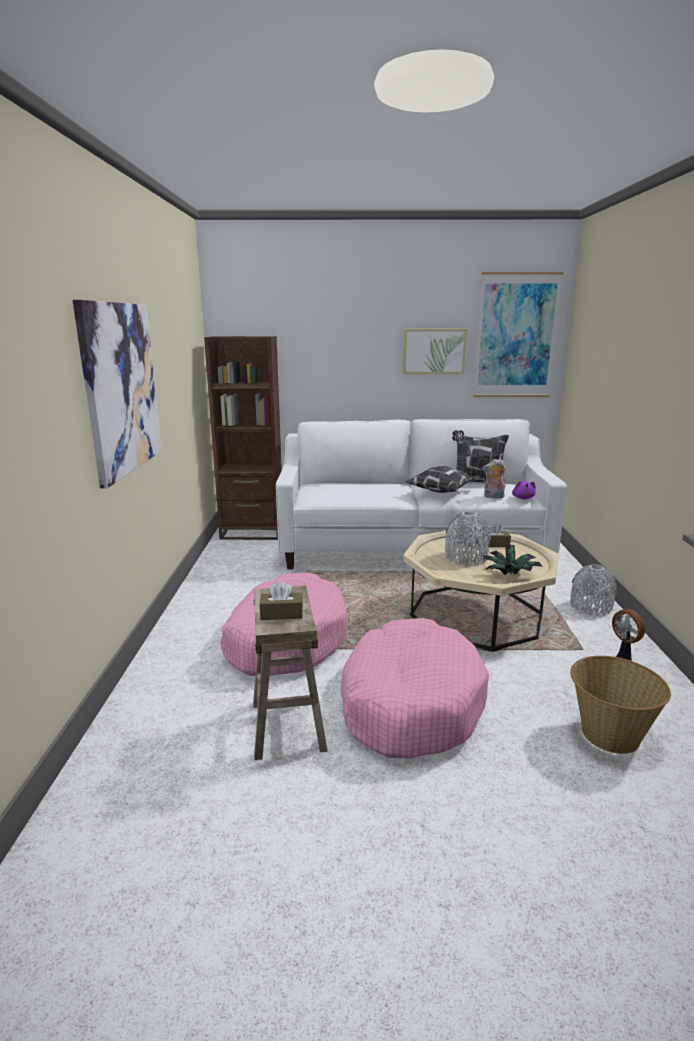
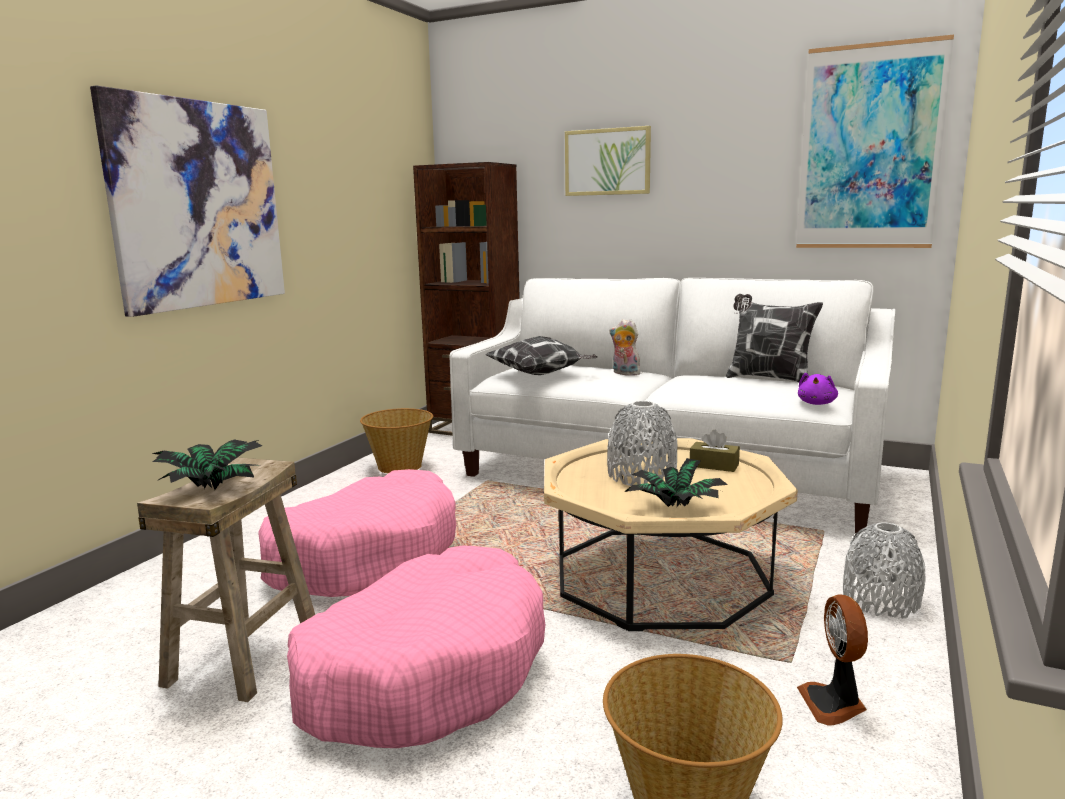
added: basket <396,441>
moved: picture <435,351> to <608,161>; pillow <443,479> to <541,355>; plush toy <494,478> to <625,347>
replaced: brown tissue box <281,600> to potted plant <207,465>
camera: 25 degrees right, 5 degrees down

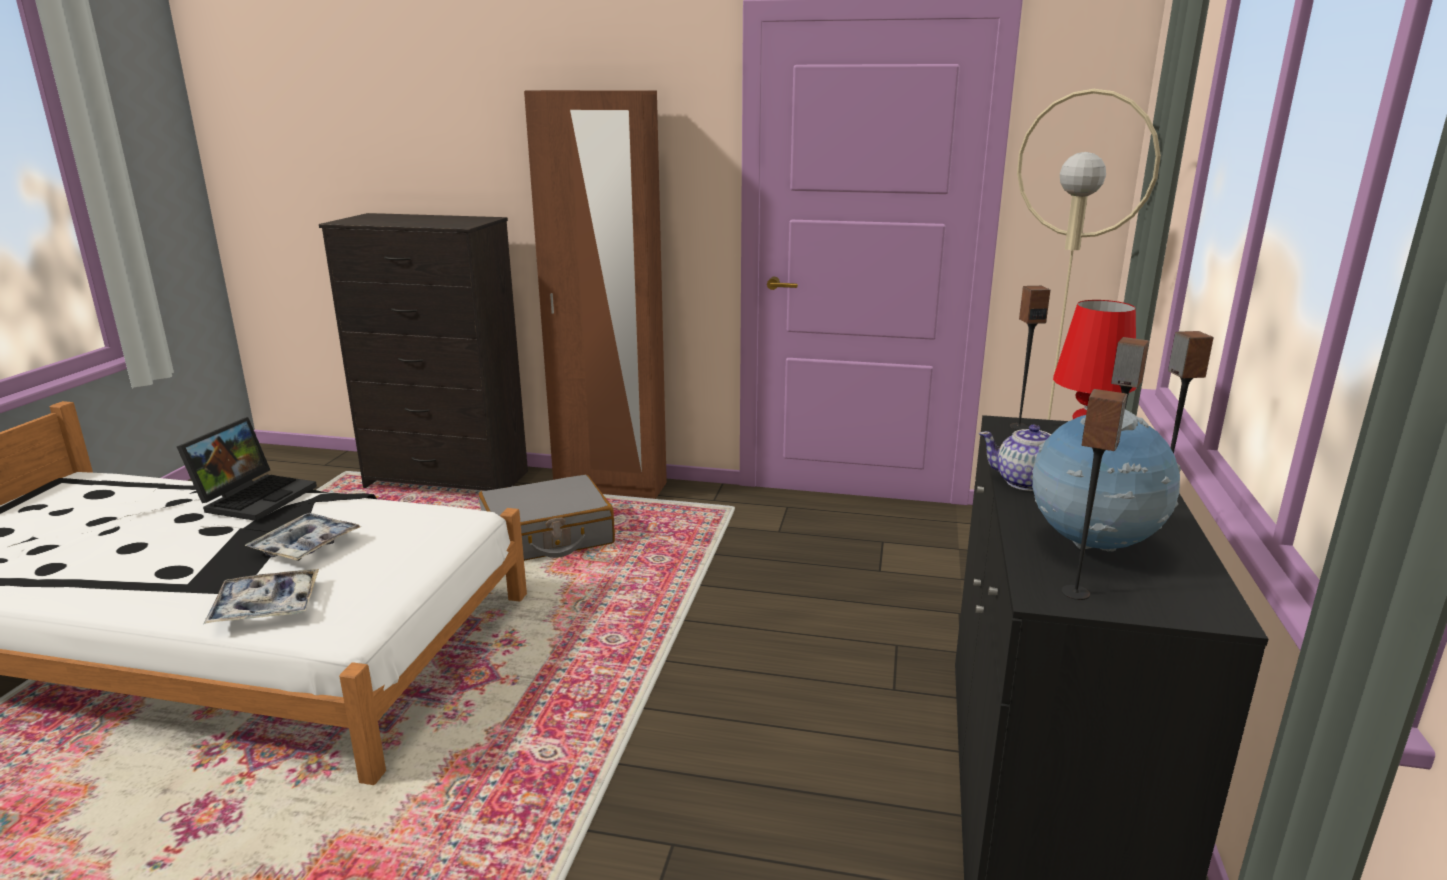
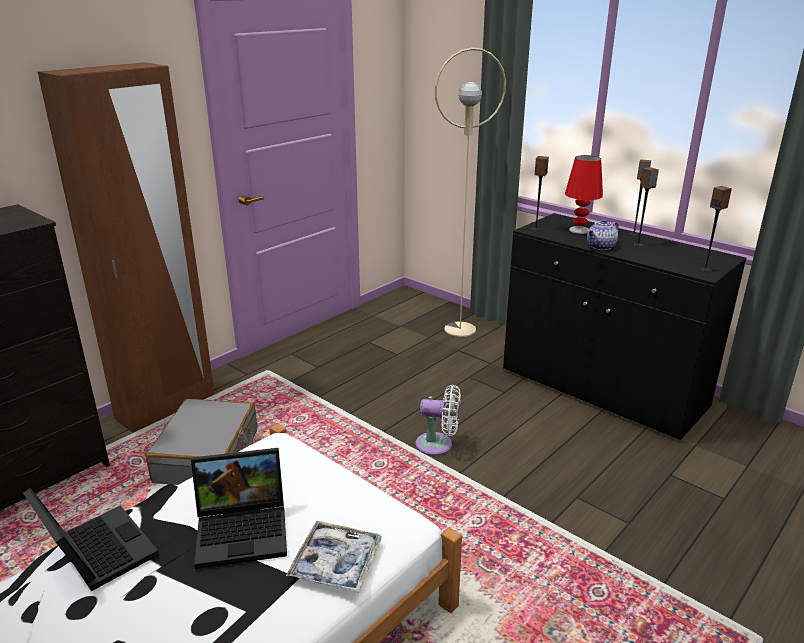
removed: globe <1106,480>
added: white fan <437,420>
replaced: tray <303,537> to laptop <239,508>
camera: 60 degrees left, 5 degrees up

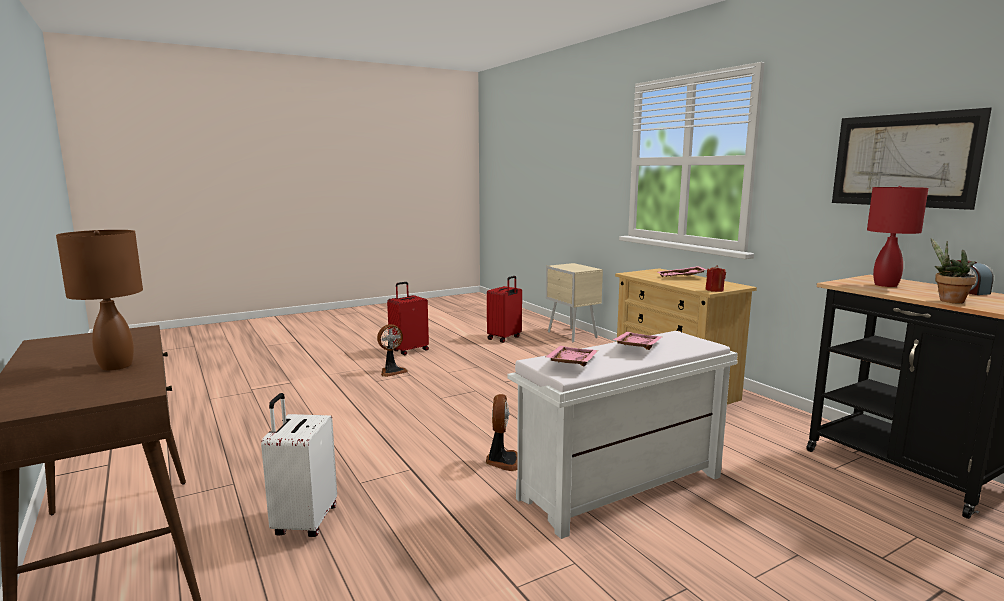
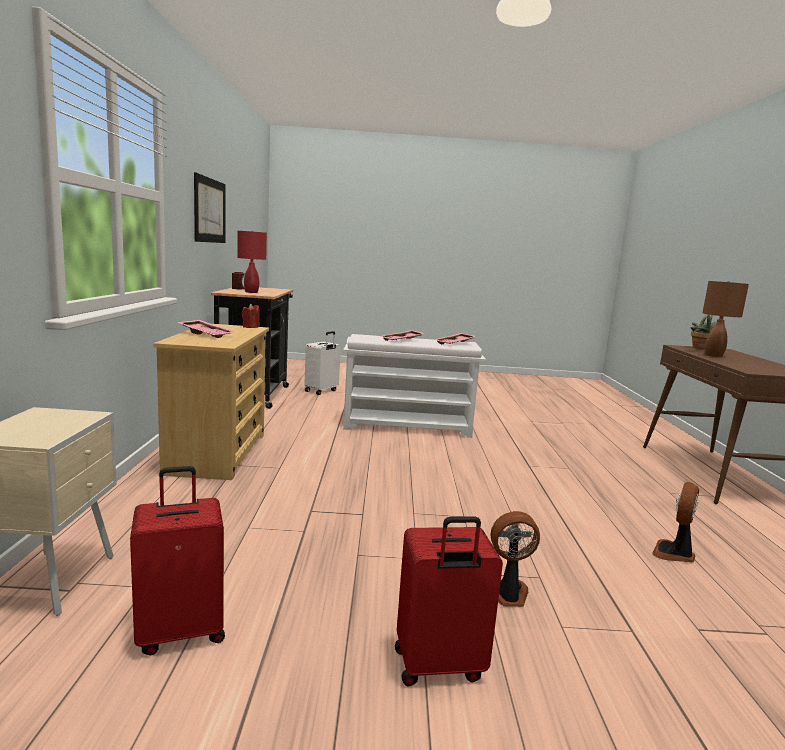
moved: white suitcase <299,465> to <322,363>; fan <502,432> to <675,522>; potted plant <953,270> to <704,332>
camera: 150 degrees left, 0 degrees up

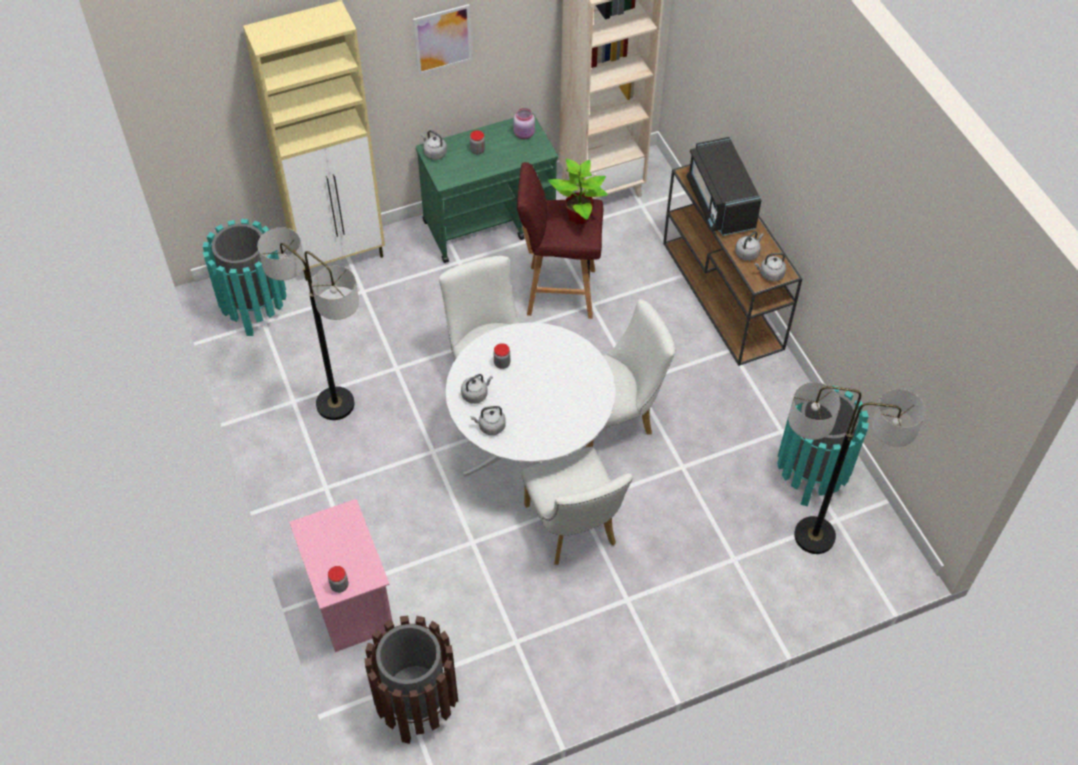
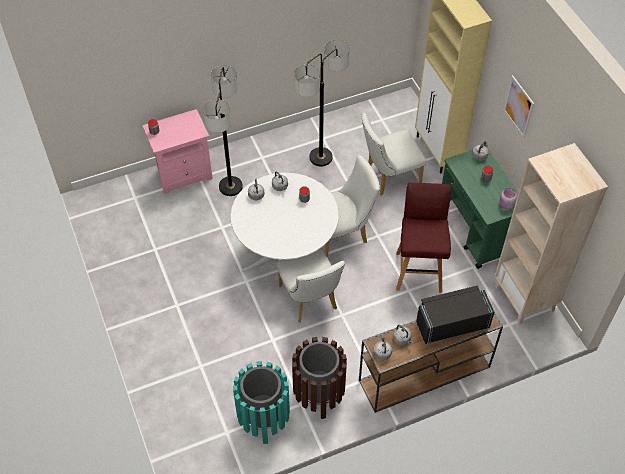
removed: turquoise trash can <244,277>; potted plant <578,192>
moved: brown trash can <411,679> to <319,378>; white chair <577,506> to <393,154>; floor lamp <857,468> to <223,130>
camera: 90 degrees right, 0 degrees up

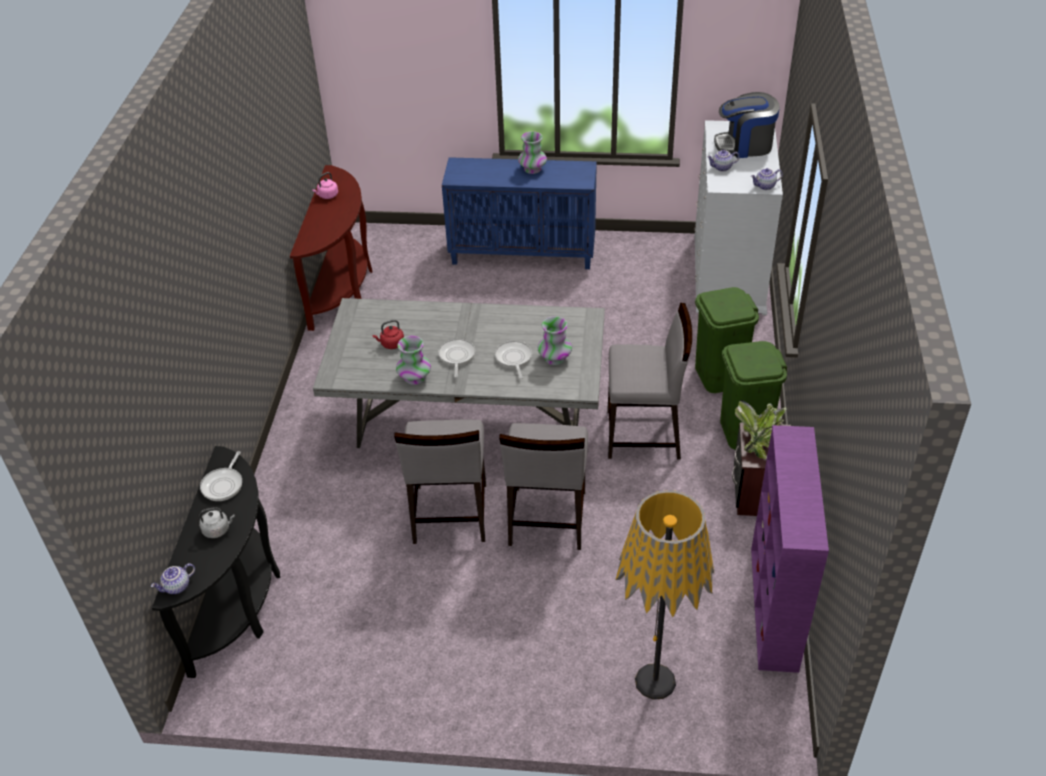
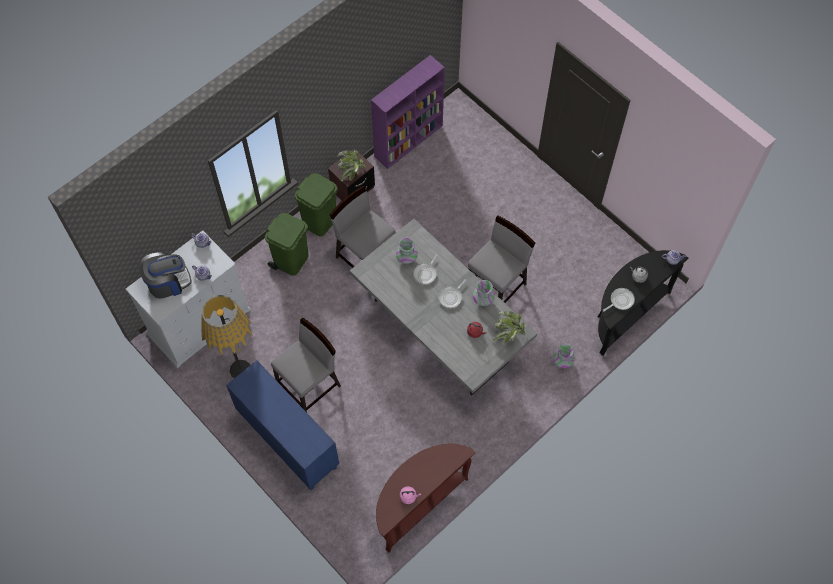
added: potted plant <509,327>
moved: grey chair <543,486> to <306,365>; vase <532,152> to <564,356>; floor lamp <665,595> to <226,336>
turned: coffee machine <747,125> = <165,275> 60 degrees counterclockwise
camera: 140 degrees left, 20 degrees up

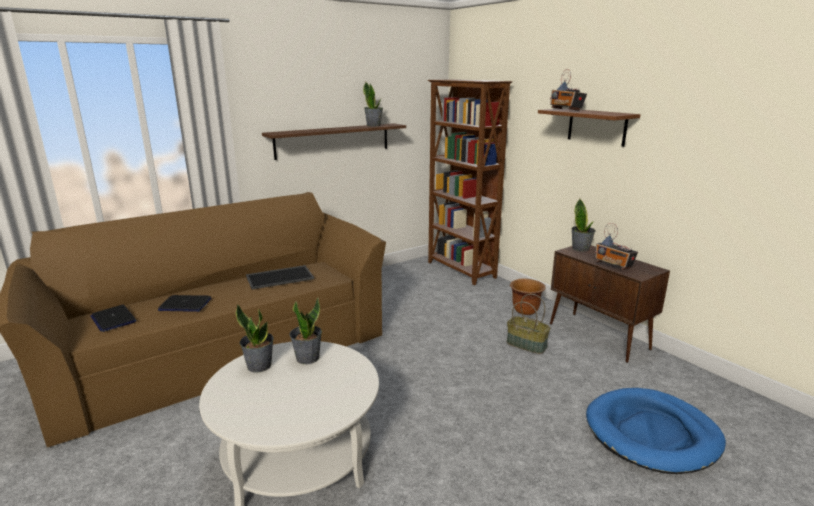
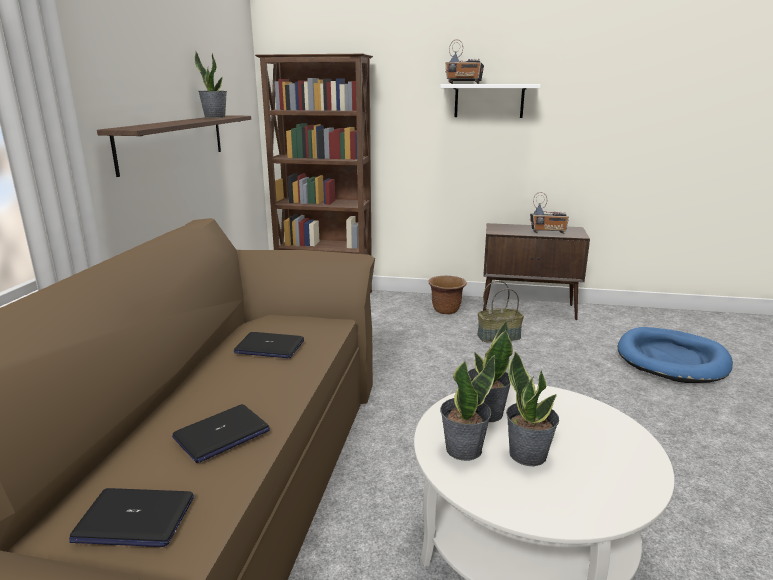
moved: potted plant <584,225> to <532,408>
replaced: tray <280,277> to laptop <269,345>
recoloured: brown shelf <589,127> to white shelf <490,101>
camera: 45 degrees left, 0 degrees up

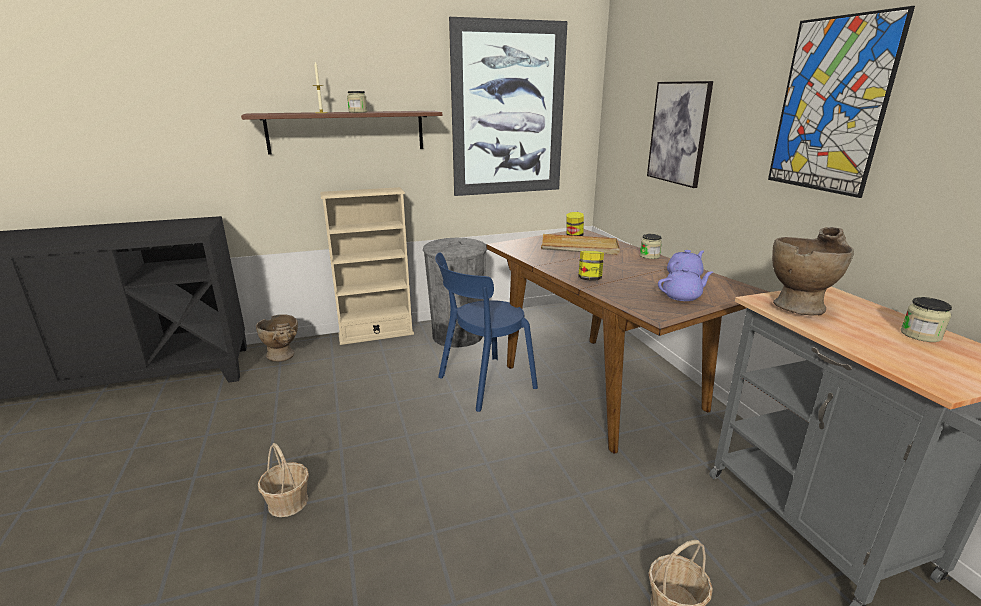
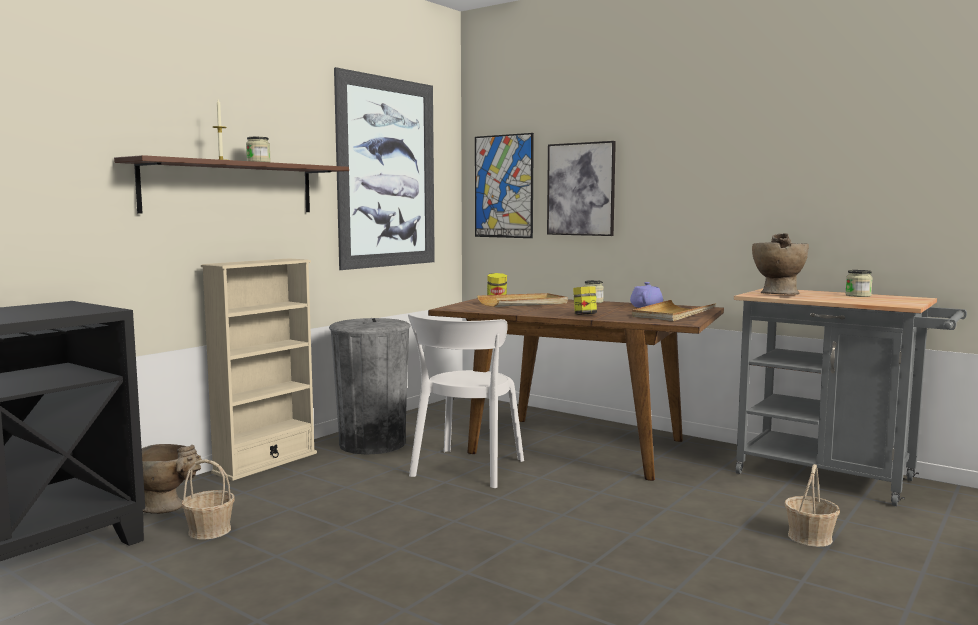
moved: basket <283,480> to <208,499>; picture <841,102> to <504,185>
replaced: purple teapot <685,284> to beige tray <674,310>
recoloured: blue chair <486,332> to white chair <466,401>
camera: 35 degrees left, 15 degrees down

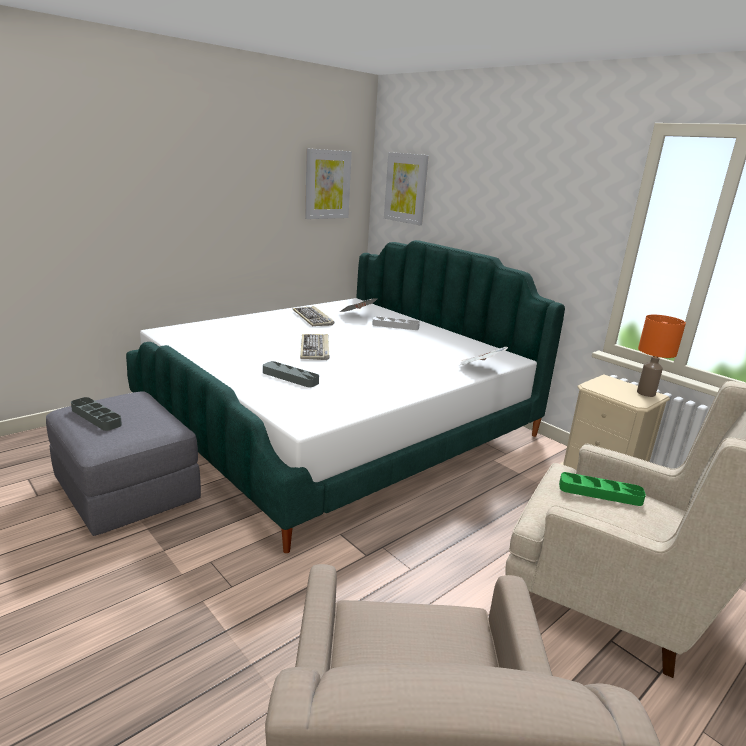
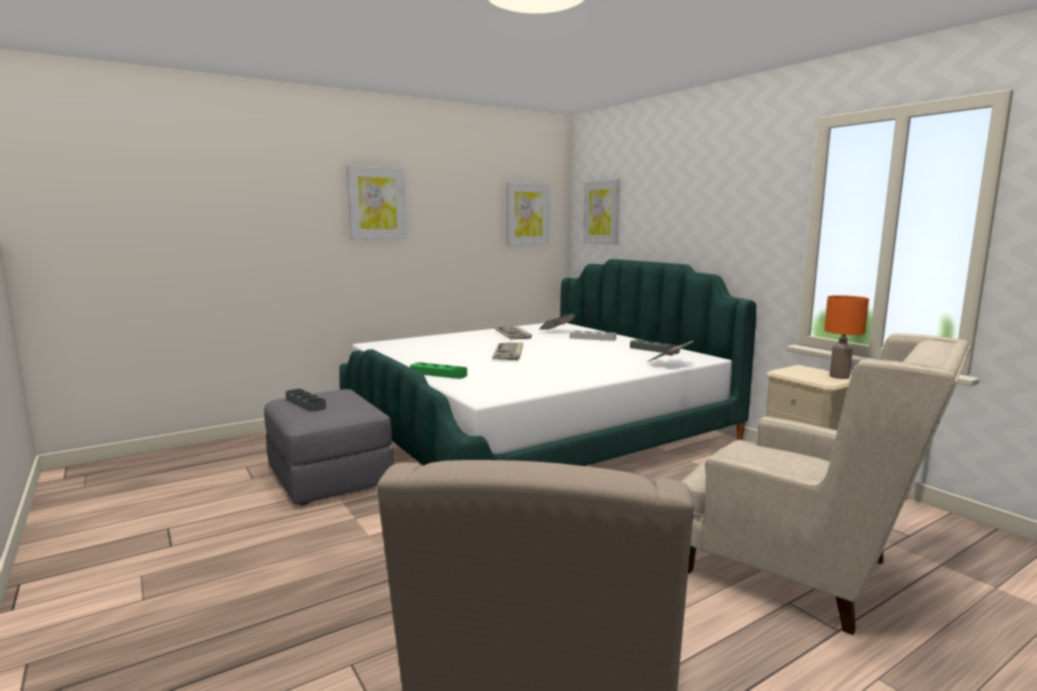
added: picture <376,202>
moved: grey tray <291,374> to <655,347>; green tray <602,489> to <438,370>
camera: 10 degrees right, 10 degrees down

